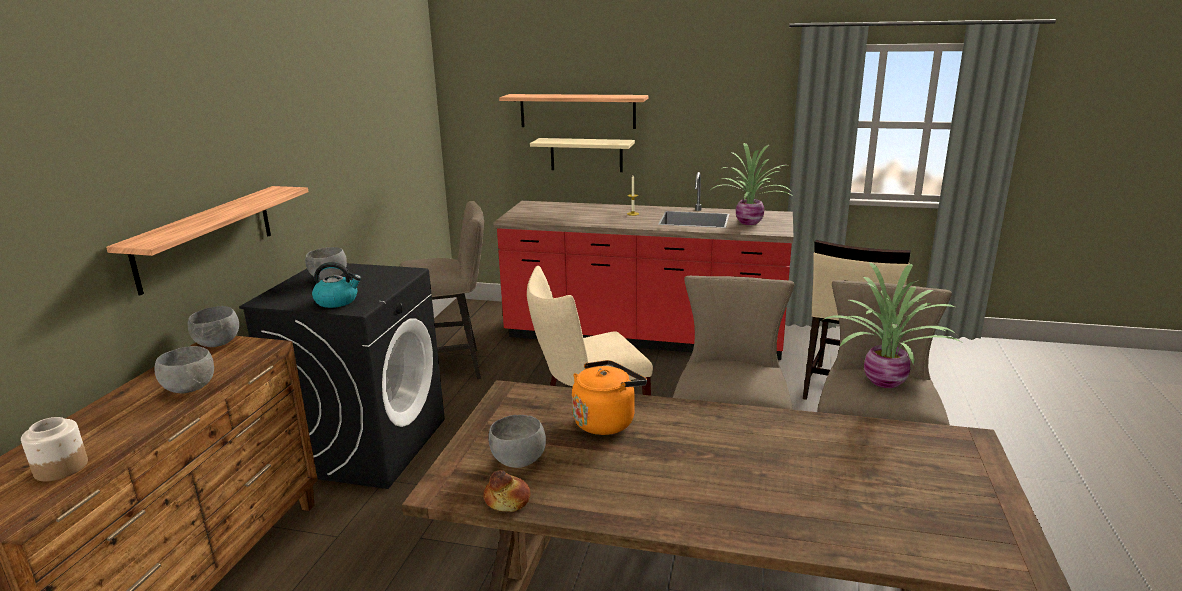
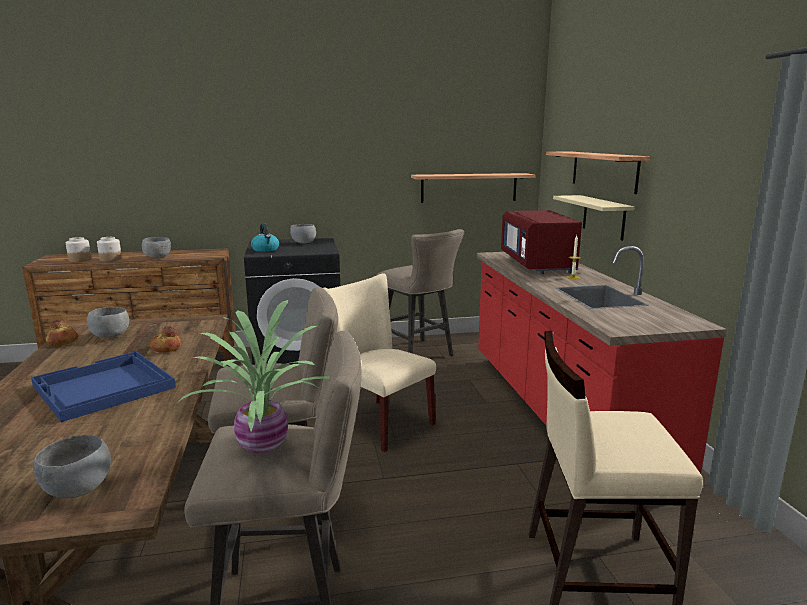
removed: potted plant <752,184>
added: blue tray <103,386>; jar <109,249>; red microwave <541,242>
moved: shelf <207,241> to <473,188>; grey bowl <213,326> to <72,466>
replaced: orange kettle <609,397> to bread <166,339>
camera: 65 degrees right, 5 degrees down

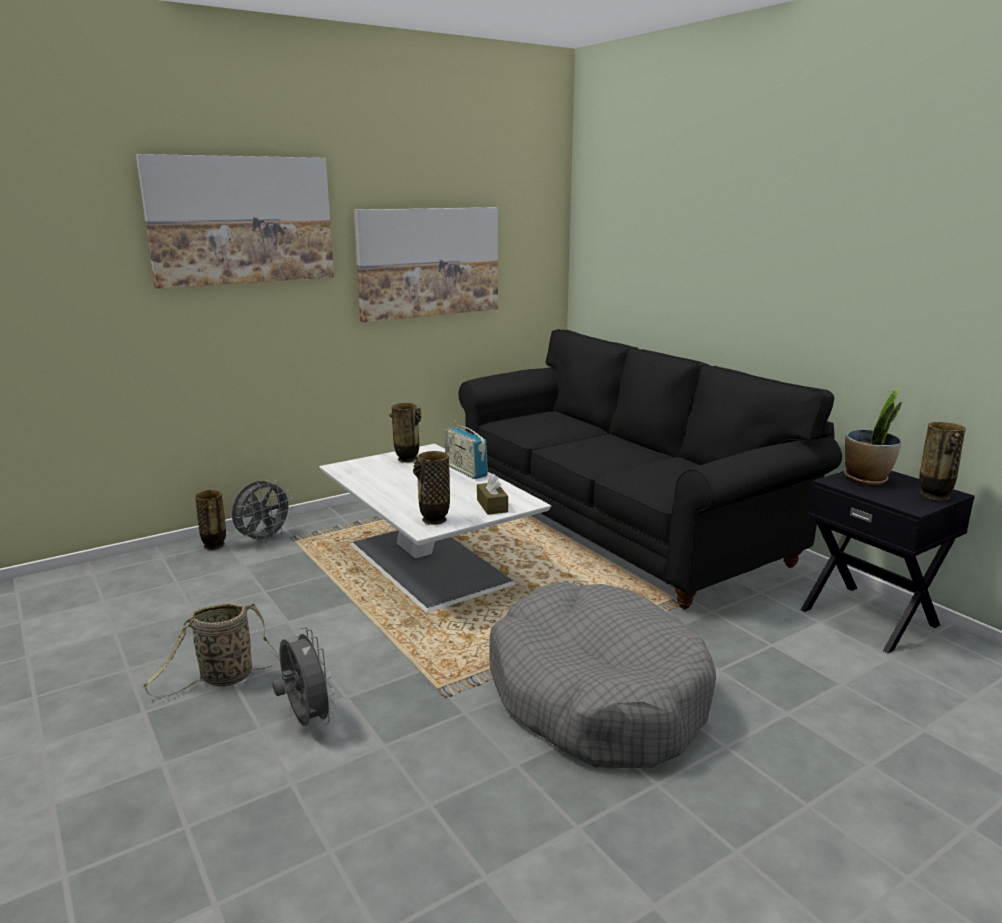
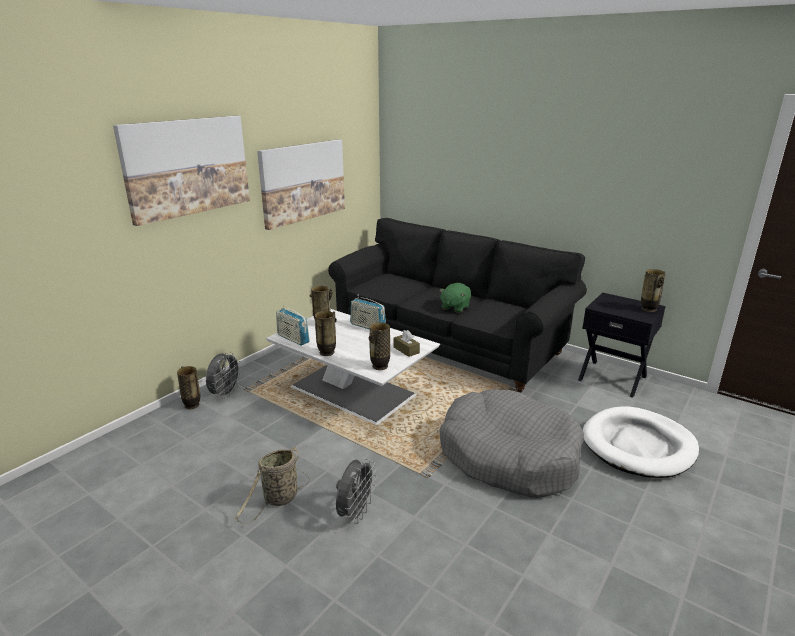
removed: potted plant <873,436>
added: radio <293,325>; vase <326,333>; green plush toy <455,298>; white dog bed <641,442>
turned: grey fan <304,676> = <356,491> 75 degrees clockwise
camera: 20 degrees left, 5 degrees up

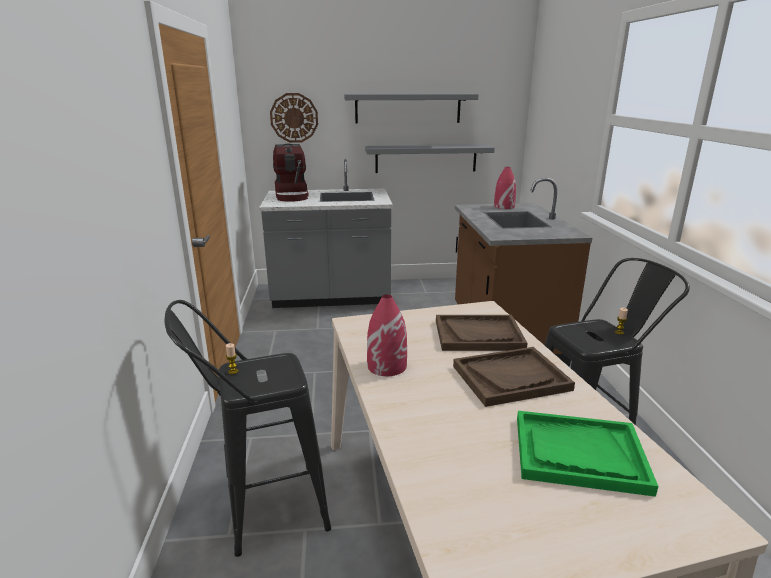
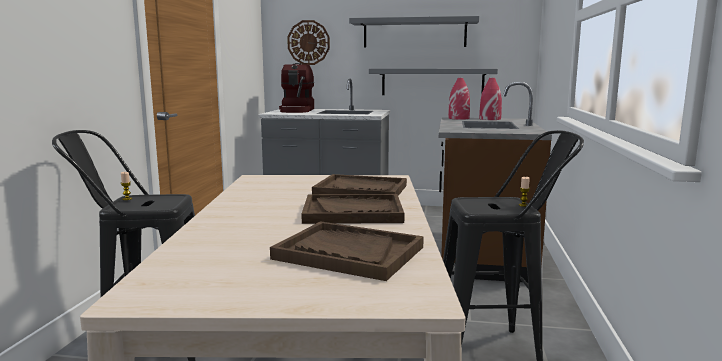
moved: red vase <387,335> to <459,99>
recoloured: green tray <587,454> to brown tray <347,251>
camera: 15 degrees right, 10 degrees down

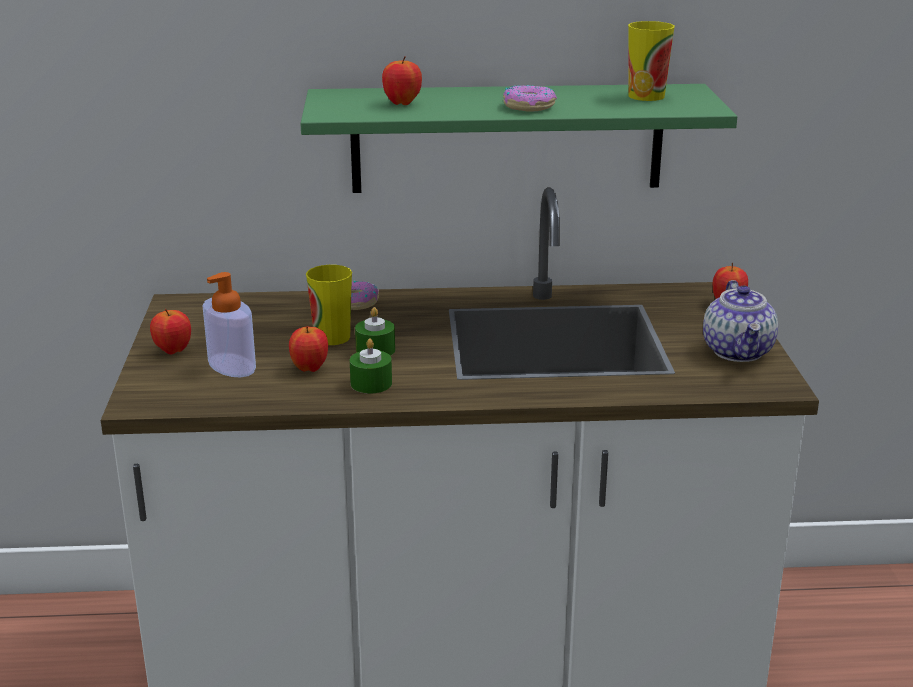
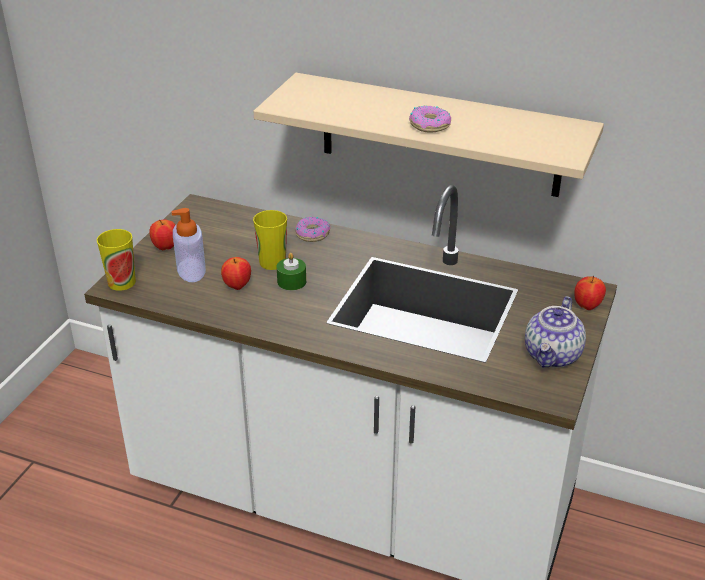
removed: green candle <371,366>; apple <402,80>
moved: cup <651,61> to <116,260>
recoloured: green shelf <518,138> to beige shelf <428,135>
camera: 25 degrees right, 10 degrees up

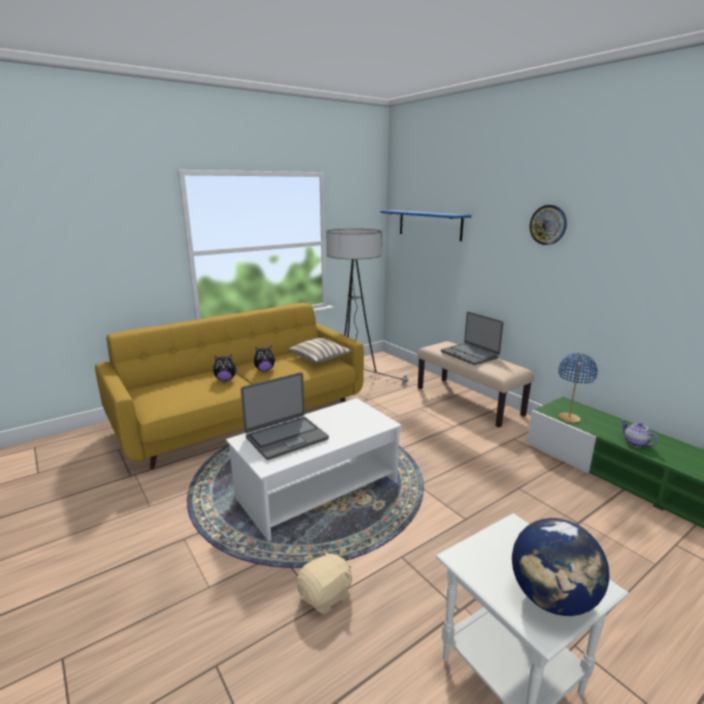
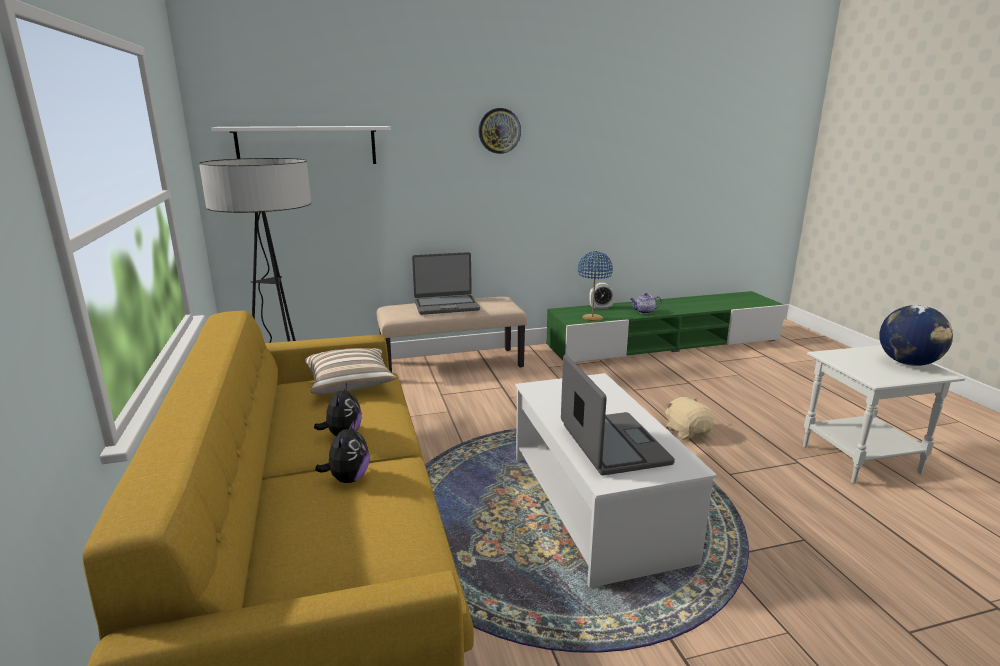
added: alarm clock <601,296>
moved: beige plush toy <324,581> to <689,418>
recoloured: blue shelf <426,225> to white shelf <301,145>
camera: 70 degrees left, 0 degrees up

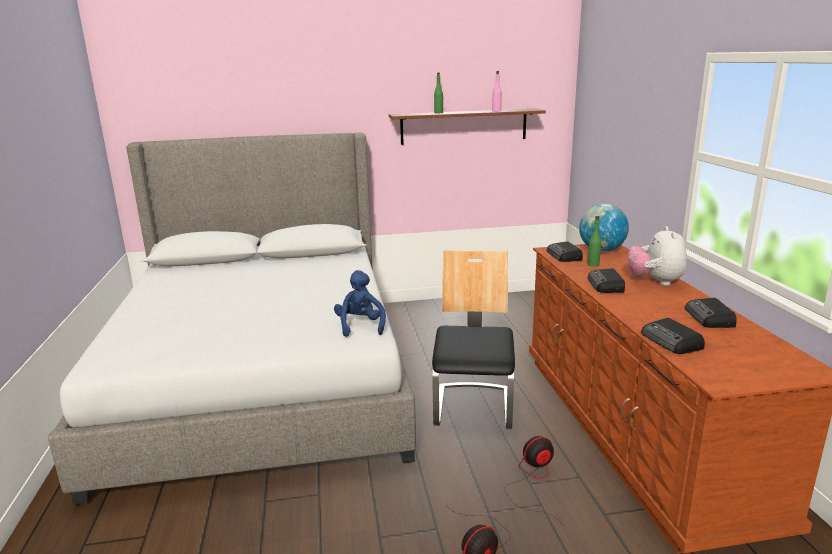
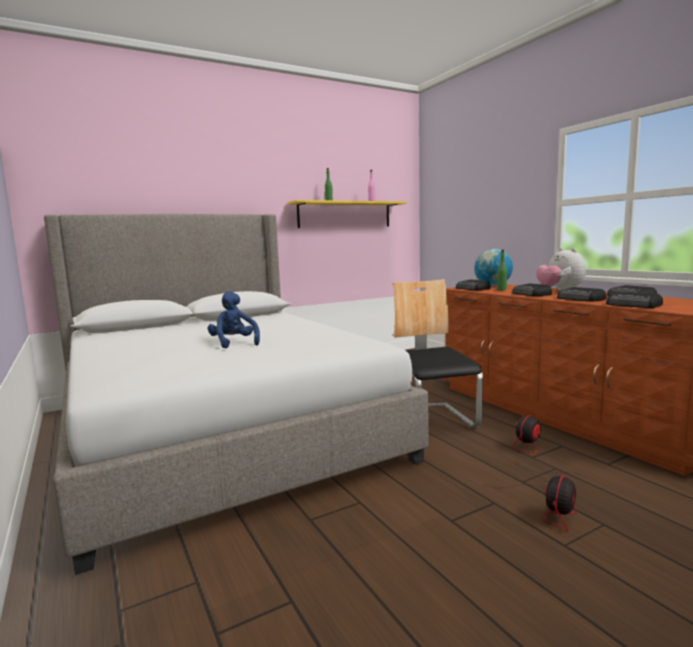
added: radio <581,294>
moved: blue plush toy <360,303> to <234,319>
recoloured: brown shelf <467,127> to yellow shelf <347,214>
camera: 20 degrees left, 10 degrees down

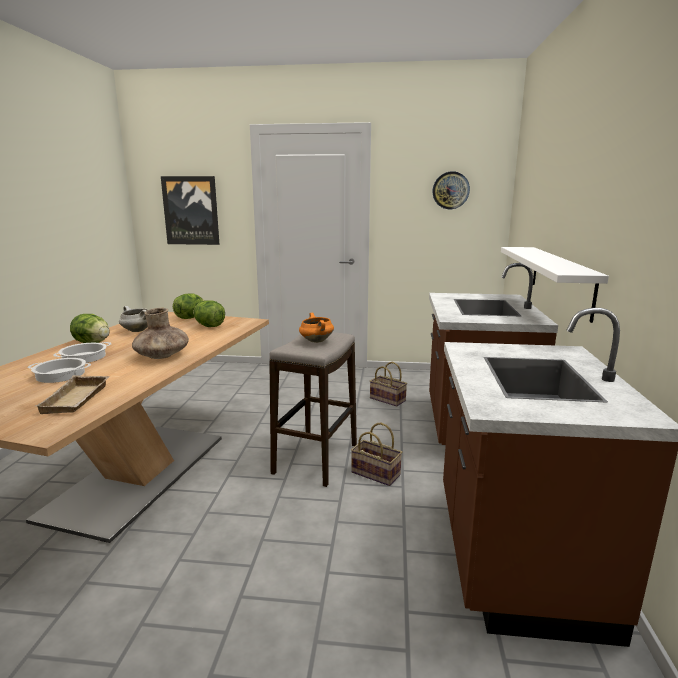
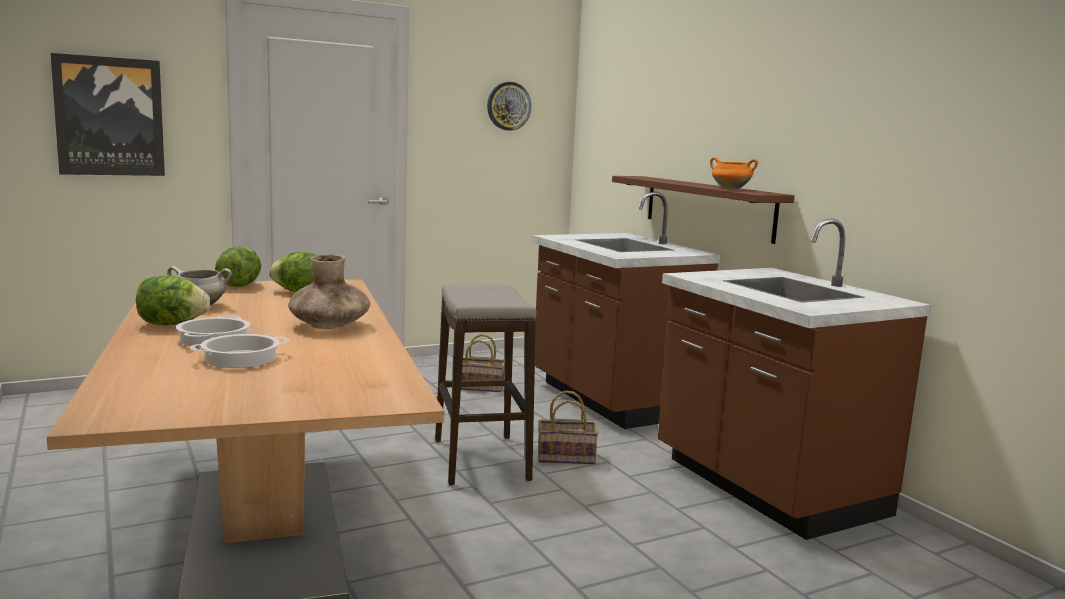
removed: beige tray <72,394>
moved: orange cooking pot <316,328> to <734,173>
recoloured: white shelf <555,285> to brown shelf <703,210>
camera: 35 degrees left, 5 degrees down

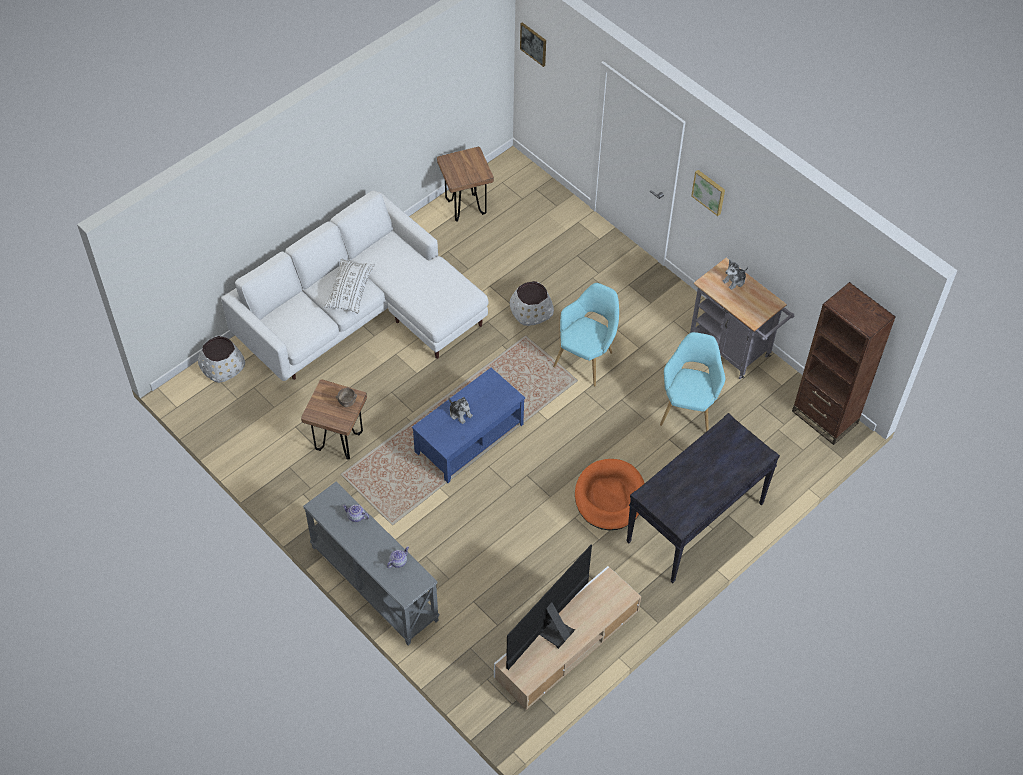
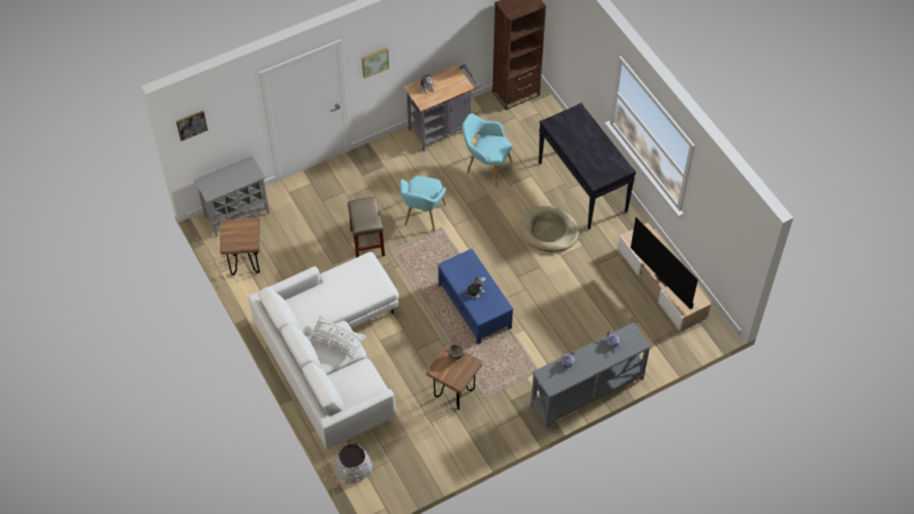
added: grey cabinet <232,196>
replaced: white planter <532,303> to beige stool <366,227>
recoloured: orange dog bed <610,494> to beige dog bed <549,229>
turned: turquoise armchair <586,334> = <423,203> 120 degrees counterclockwise
camera: 75 degrees left, 0 degrees up

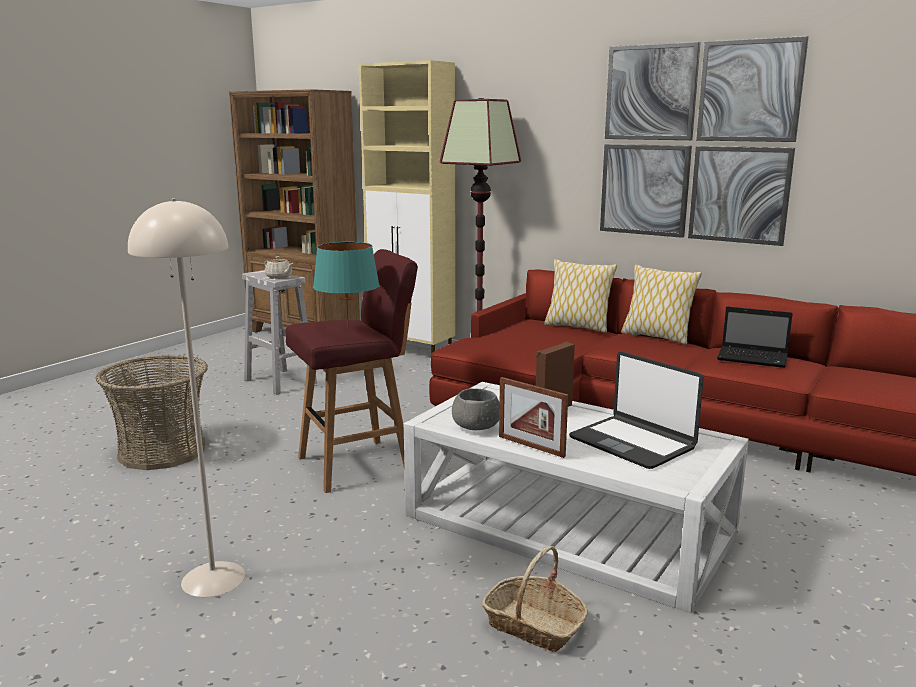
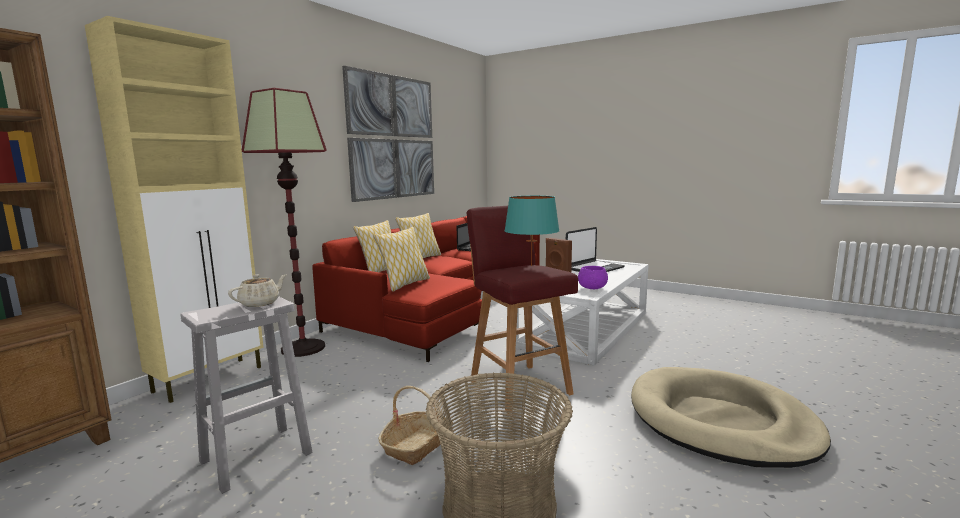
removed: picture frame <533,417>
added: pillow <401,259>
moved: basket <535,599> to <415,425>
replaced: beige floor lamp <186,397> to beige dog bed <731,417>
recoloured: grey bowl <476,409> to purple bowl <593,277>
camera: 90 degrees left, 5 degrees down

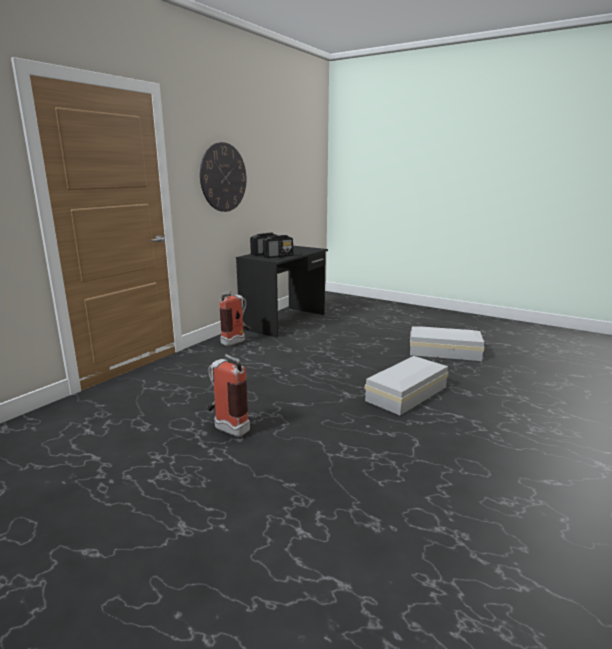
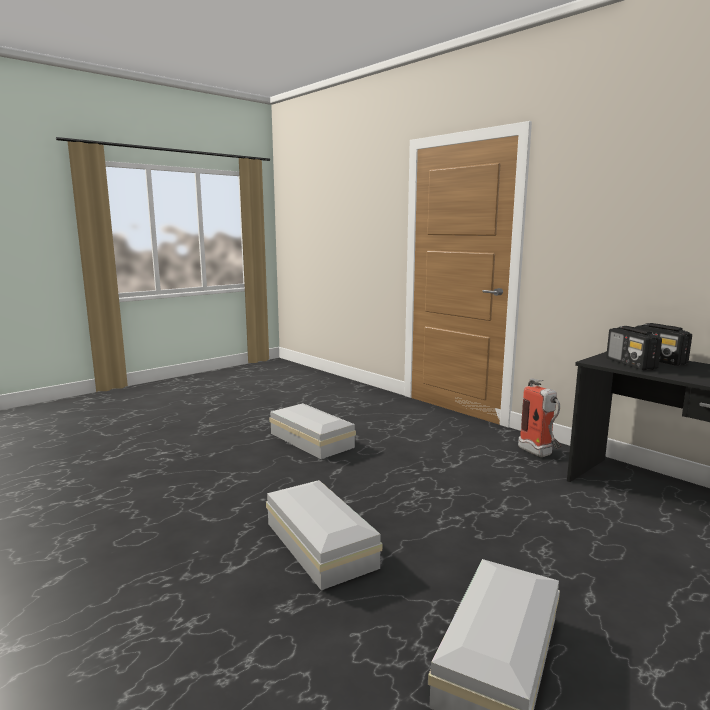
removed: wall clock <223,177>
replaced: fire extinguisher <228,395> to white storage box <312,431>
camera: 105 degrees right, 5 degrees down

